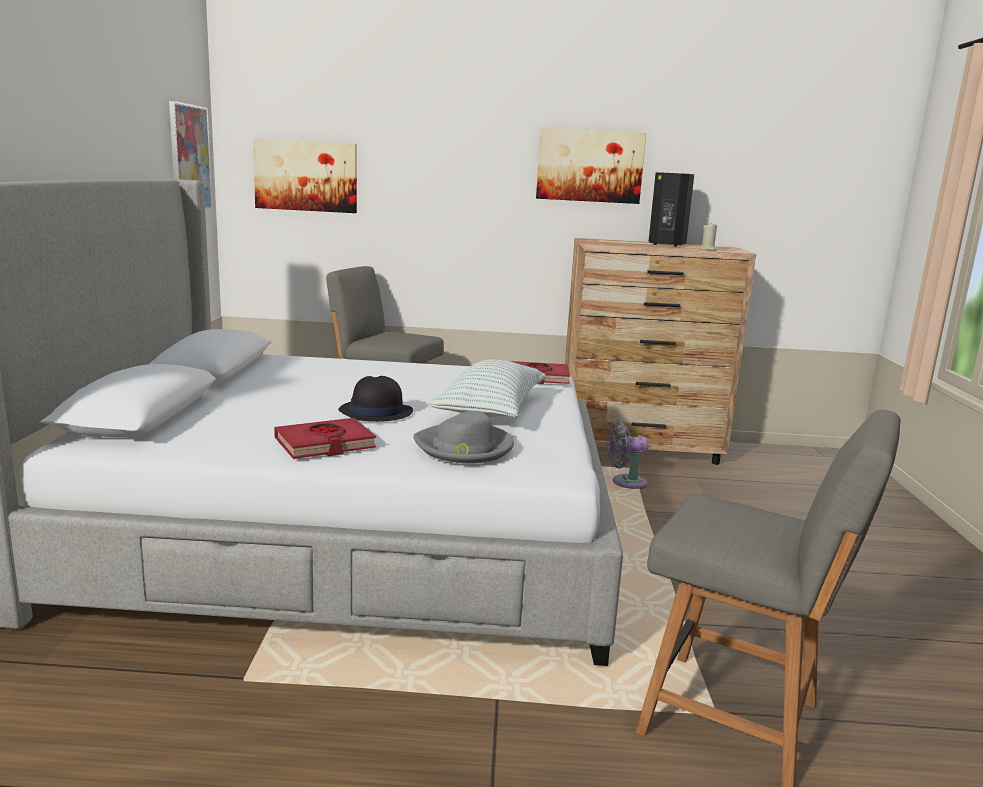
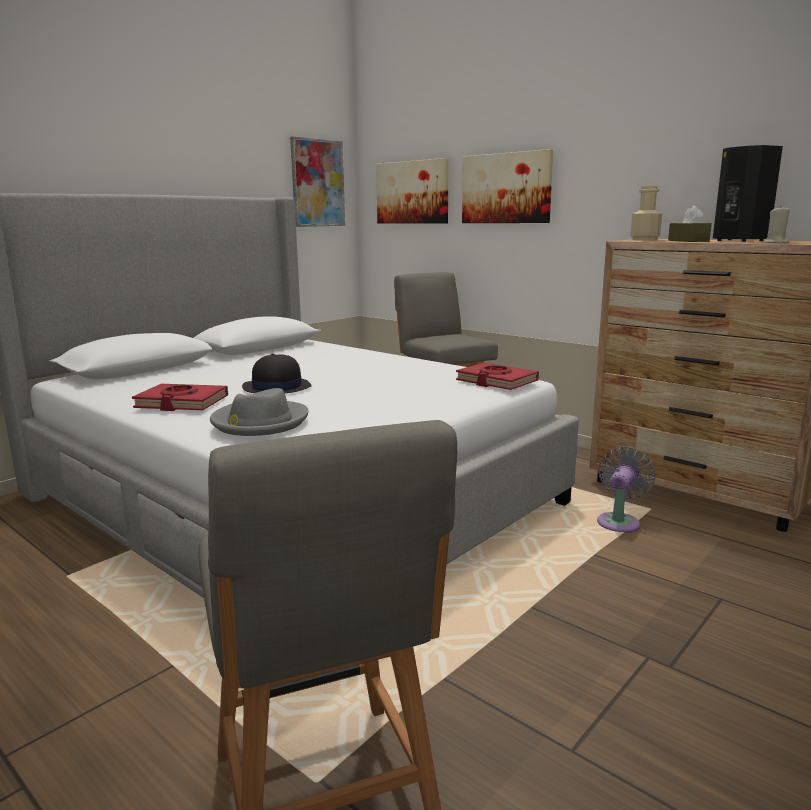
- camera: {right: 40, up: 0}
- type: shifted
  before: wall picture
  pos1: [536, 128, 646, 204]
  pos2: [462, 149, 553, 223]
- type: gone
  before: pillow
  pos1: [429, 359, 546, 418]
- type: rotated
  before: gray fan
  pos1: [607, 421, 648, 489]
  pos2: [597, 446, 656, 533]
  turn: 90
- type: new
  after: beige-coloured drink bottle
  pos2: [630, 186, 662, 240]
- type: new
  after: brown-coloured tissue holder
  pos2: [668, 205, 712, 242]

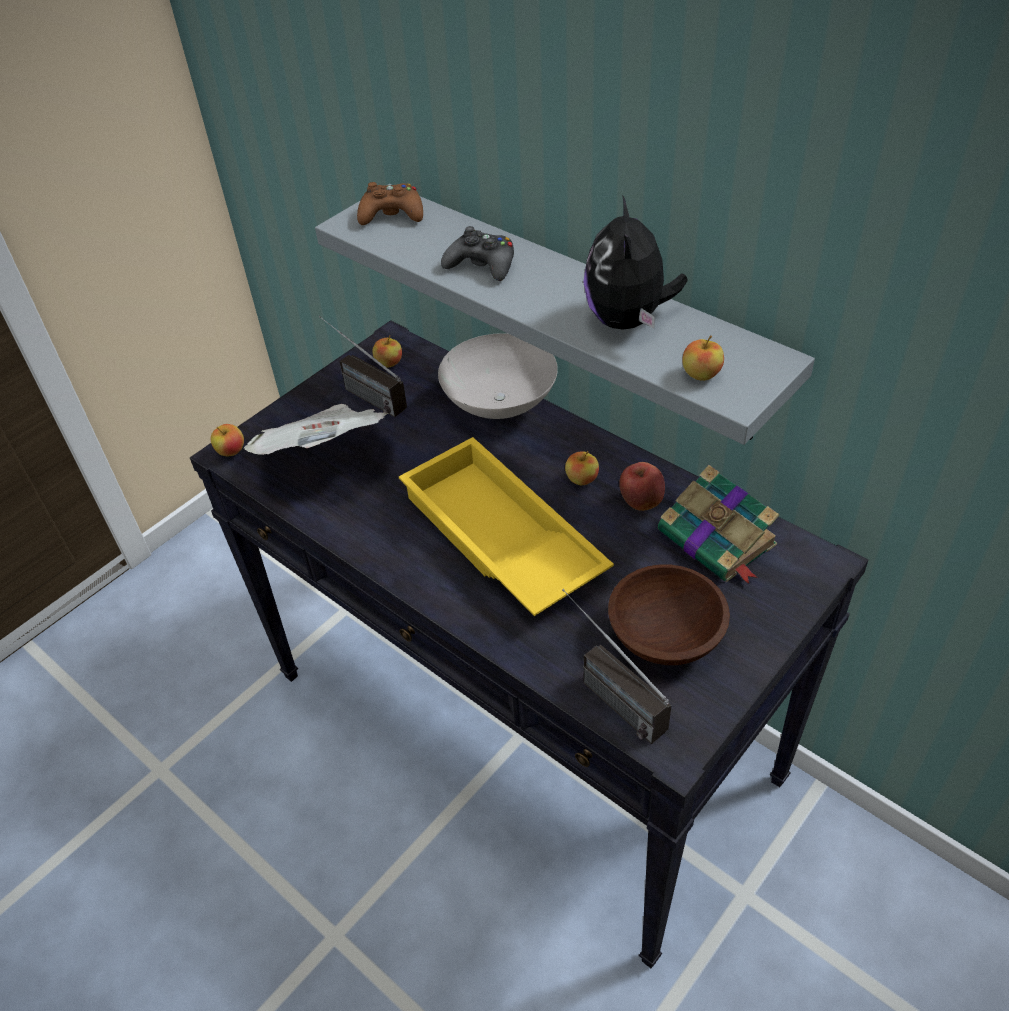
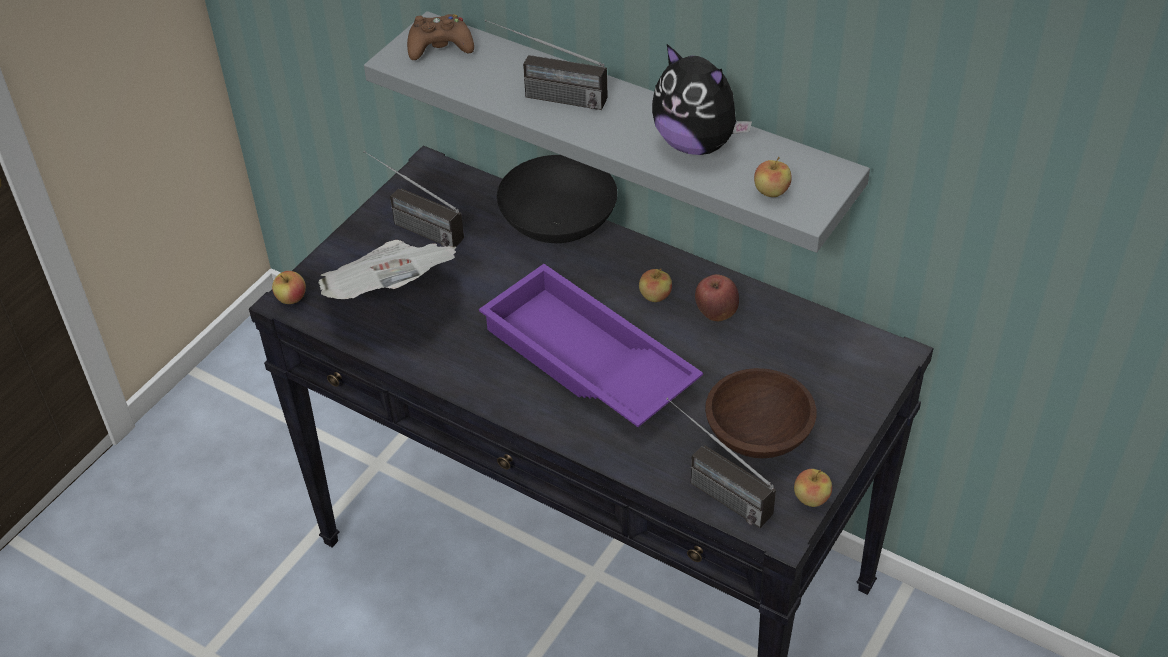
- camera: {right: -10, up: 0}
- type: rotated
  before: soft toy
  pos1: [583, 195, 687, 330]
  pos2: [652, 44, 752, 155]
  turn: -45
- type: swapped
  before: blackish game controller
  after: radio receiver
  pos1: [441, 226, 514, 281]
  pos2: [485, 19, 607, 110]
- type: repainted
  before: white bowl
  after: blackish bowl
  pos1: [438, 333, 558, 419]
  pos2: [497, 155, 618, 243]
- type: shifted
  before: whole apple
  pos1: [372, 335, 402, 368]
  pos2: [794, 469, 832, 507]
- type: repainted
  before: yellowish serving tray
  after: purple serving tray
  pos1: [399, 437, 614, 616]
  pos2: [479, 264, 703, 427]
- type: gone
  before: book
  pos1: [658, 465, 780, 584]

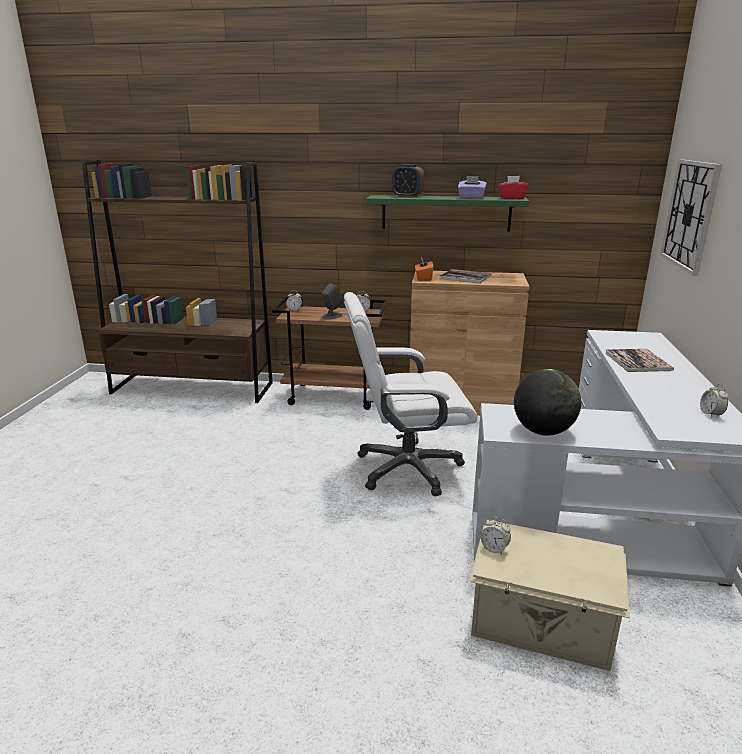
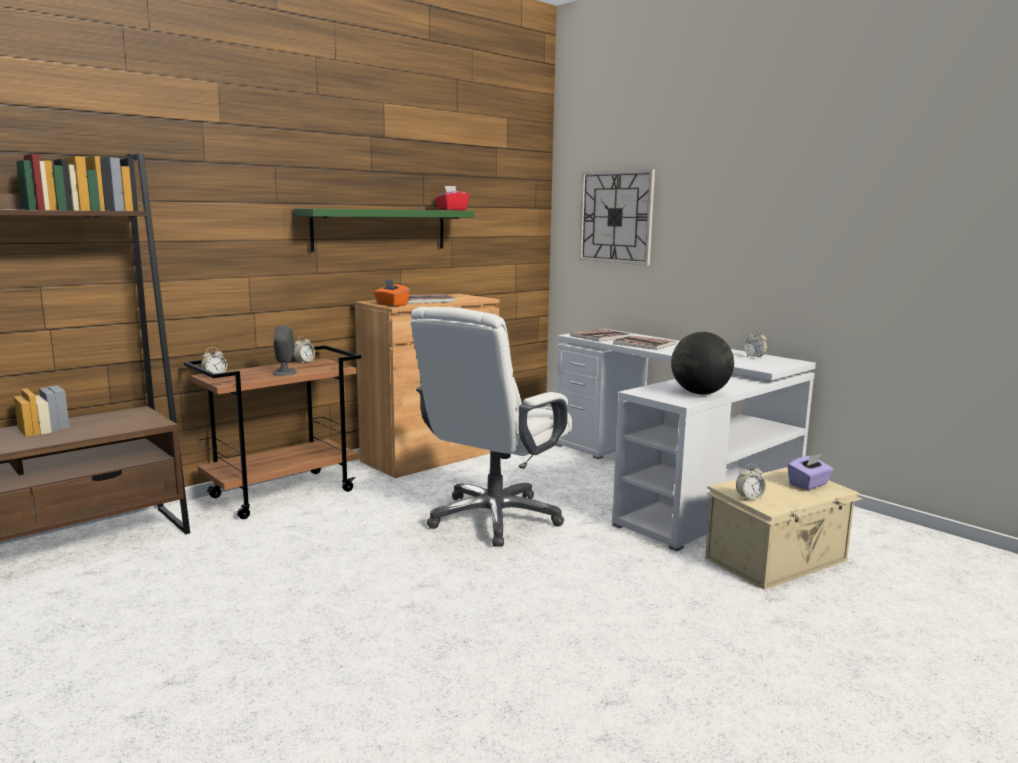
- camera: {right: -50, up: -10}
- type: gone
  before: bedside clock
  pos1: [392, 164, 424, 198]
- type: shifted
  before: purple tissue holder
  pos1: [458, 176, 487, 199]
  pos2: [788, 453, 834, 490]
- type: new
  after: book
  pos2: [570, 329, 631, 342]

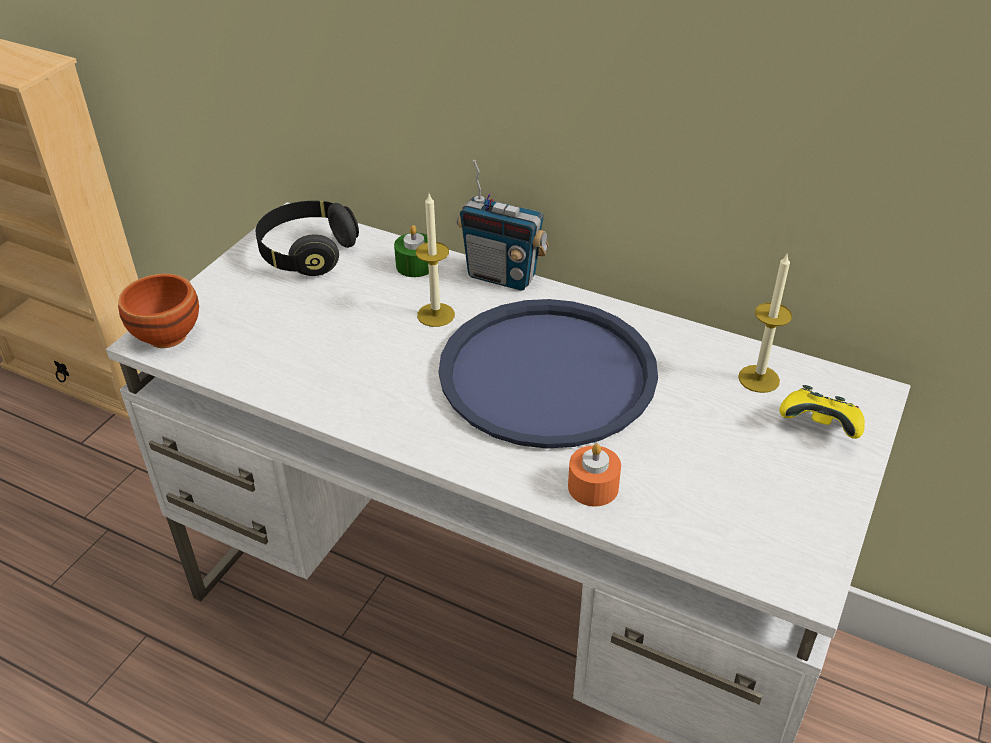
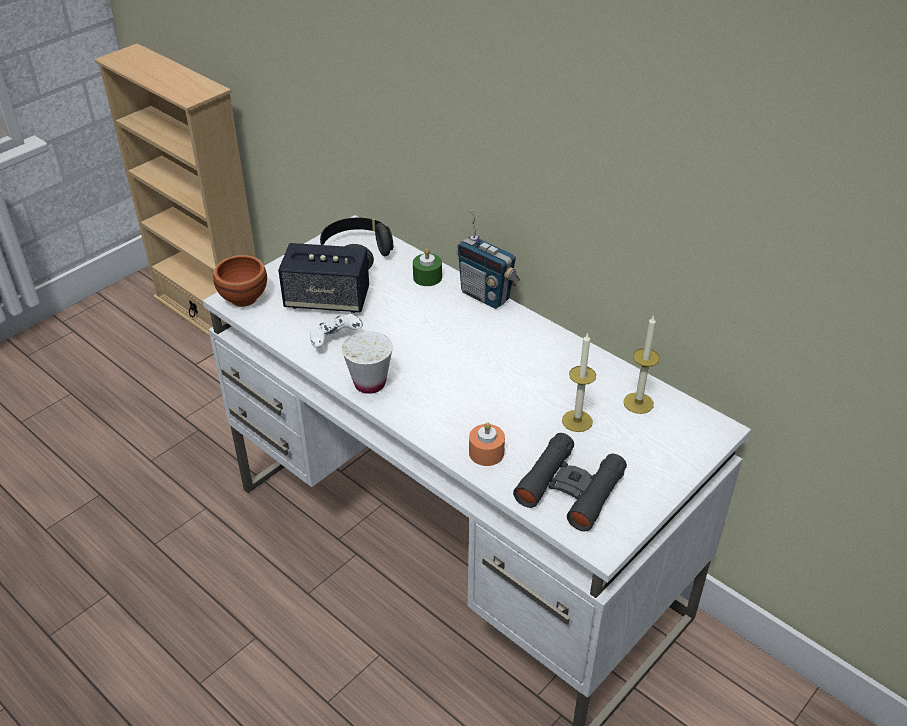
- camera: {right: 15, up: 0}
- type: shifted
  before: wax light
  pos1: [416, 194, 455, 327]
  pos2: [562, 332, 596, 432]
- type: gone
  before: blue serving tray
  pos1: [439, 299, 658, 449]
- type: gone
  before: yellowish game controller
  pos1: [780, 385, 865, 439]
- type: new
  after: audio speaker
  pos2: [278, 243, 369, 313]
- type: new
  after: white game controller
  pos2: [310, 313, 363, 348]
- type: new
  after: white cup
  pos2: [342, 331, 393, 394]
- type: new
  after: blackish field glasses
  pos2: [513, 433, 627, 531]

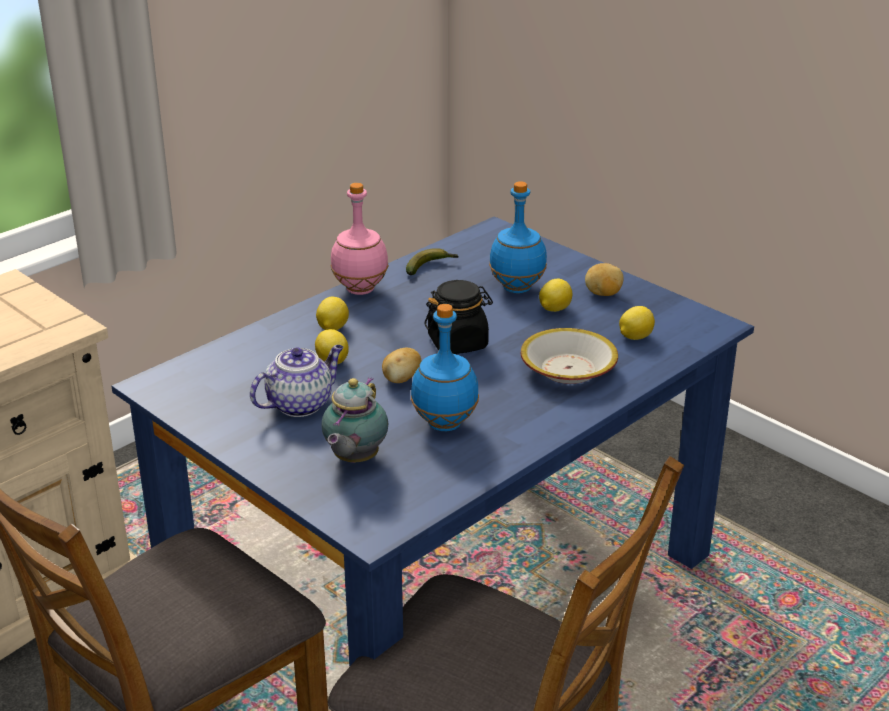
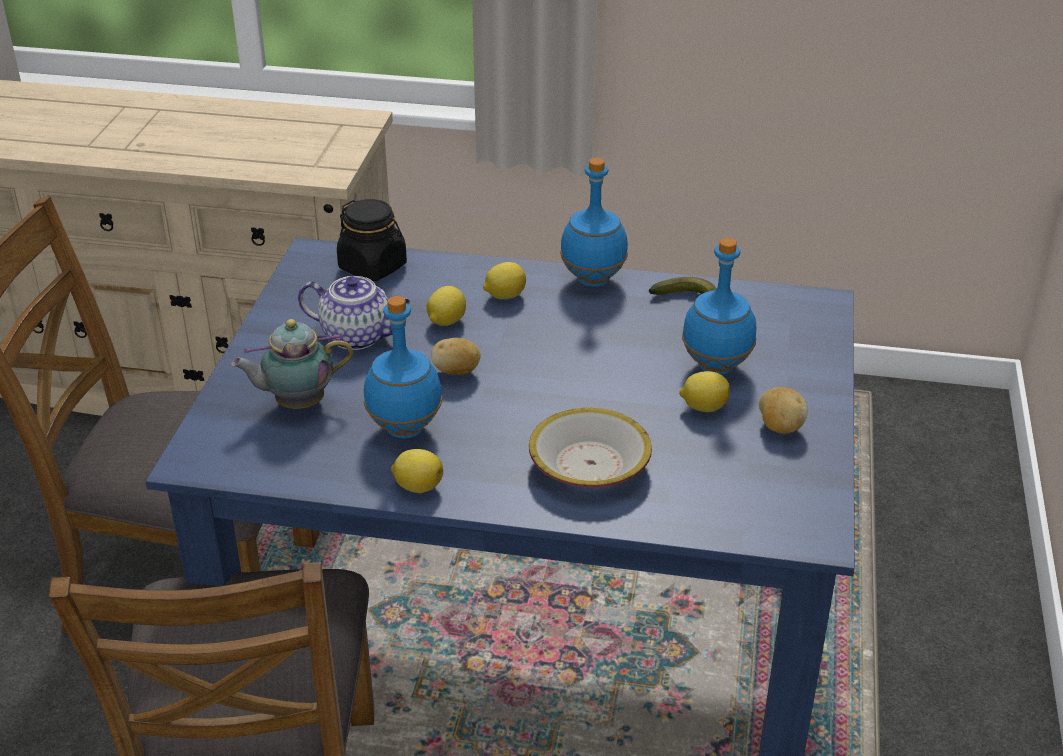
- camera: {right: 55, up: 5}
- type: repainted
  before: pink-coloured drink bottle
  after: blue drink bottle
  pos1: [331, 183, 389, 295]
  pos2: [560, 158, 628, 287]
- type: shifted
  before: blackish jar
  pos1: [424, 280, 493, 354]
  pos2: [337, 199, 407, 281]
- type: shifted
  before: whole lemon
  pos1: [619, 306, 655, 340]
  pos2: [391, 449, 443, 493]

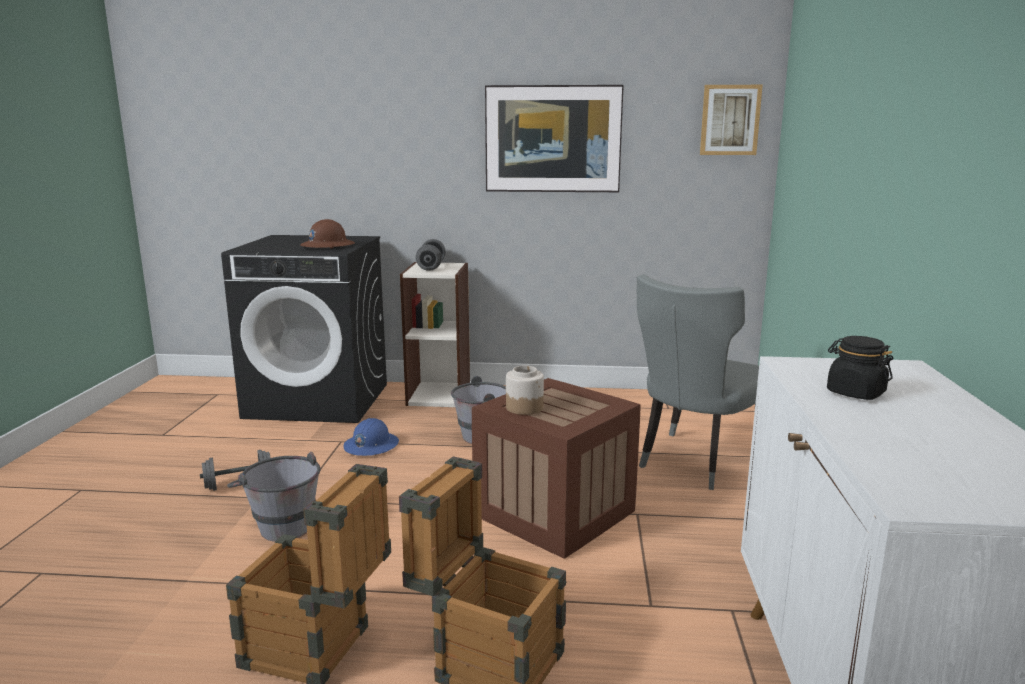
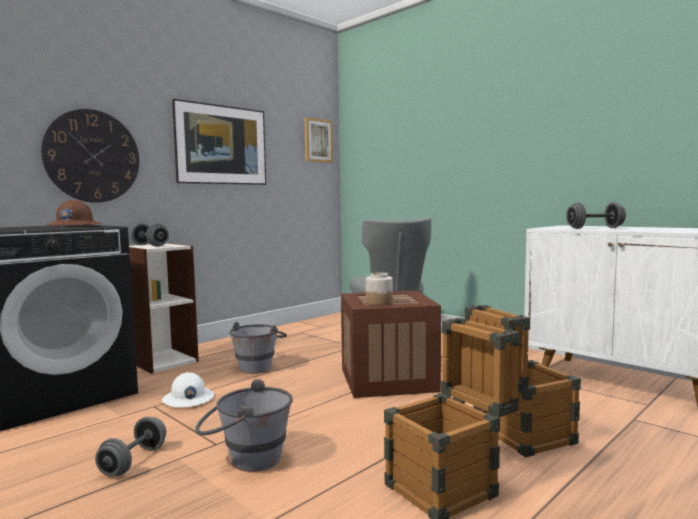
- camera: {right: -50, up: -10}
- type: swapped
  before: blackish jar
  after: gray hand weight
  pos1: [827, 336, 893, 400]
  pos2: [566, 202, 626, 229]
- type: repainted
  before: blue hard hat
  after: white hard hat
  pos1: [343, 418, 399, 456]
  pos2: [162, 372, 214, 407]
- type: new
  after: hanging clock
  pos2: [41, 109, 139, 203]

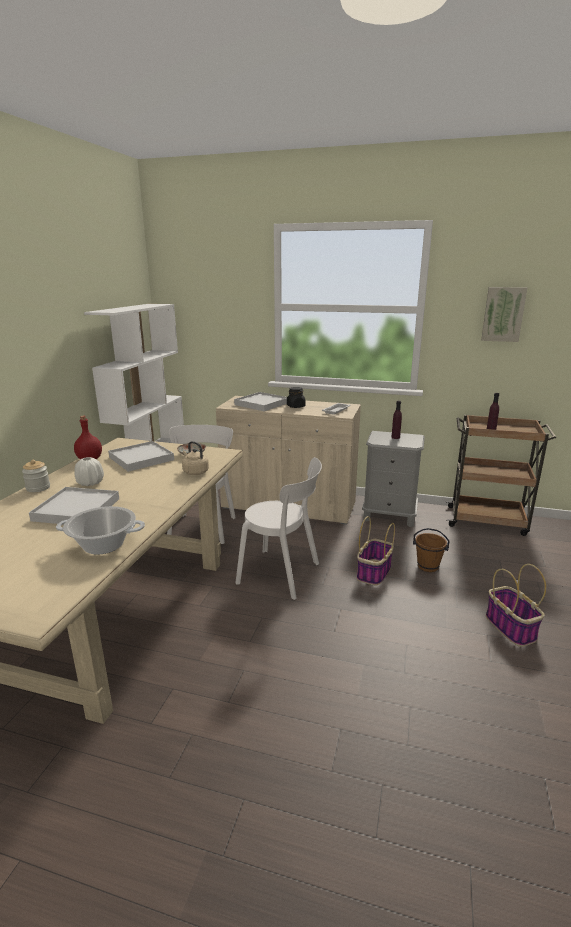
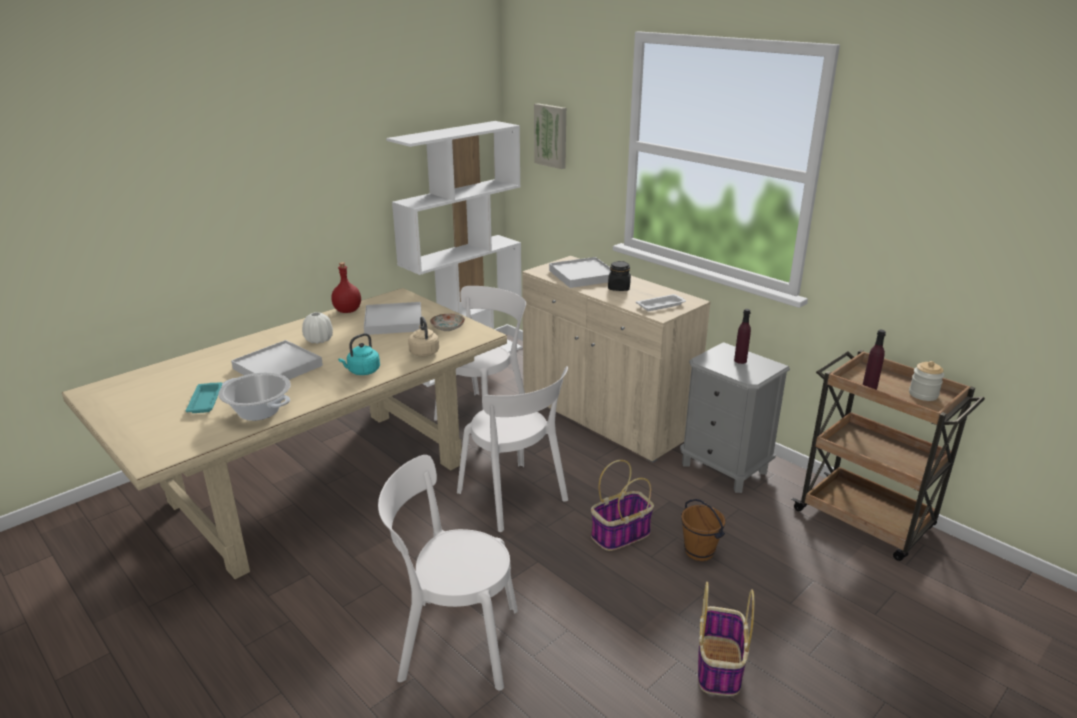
- camera: {right: 30, up: 5}
- type: shifted
  before: wall picture
  pos1: [481, 287, 527, 342]
  pos2: [534, 103, 566, 169]
- type: shifted
  before: jar
  pos1: [22, 460, 50, 492]
  pos2: [909, 361, 944, 401]
- type: new
  after: blue-green water kettle
  pos2: [338, 333, 380, 375]
- type: new
  after: blue-green serving tray
  pos2: [185, 382, 222, 413]
- type: new
  after: white chair
  pos2: [378, 455, 518, 691]

